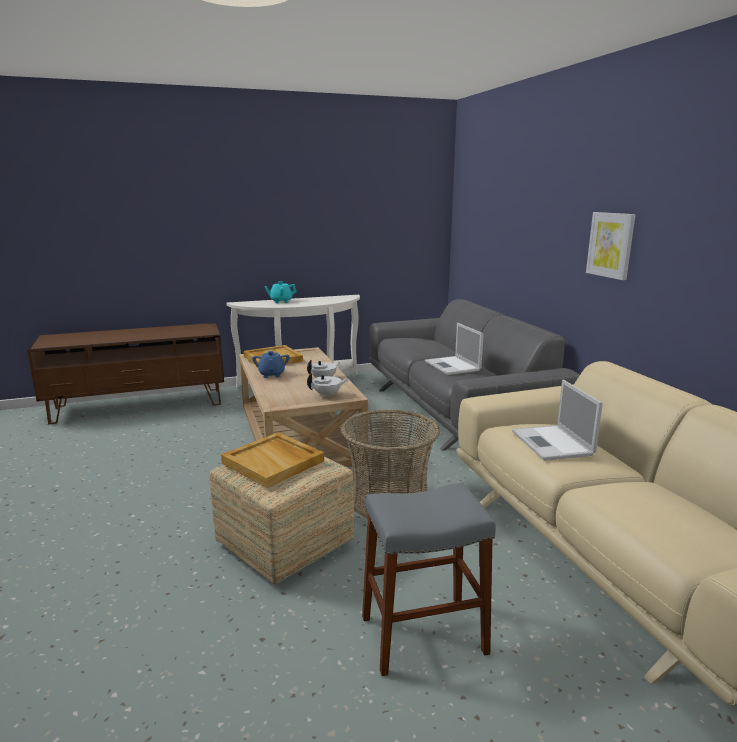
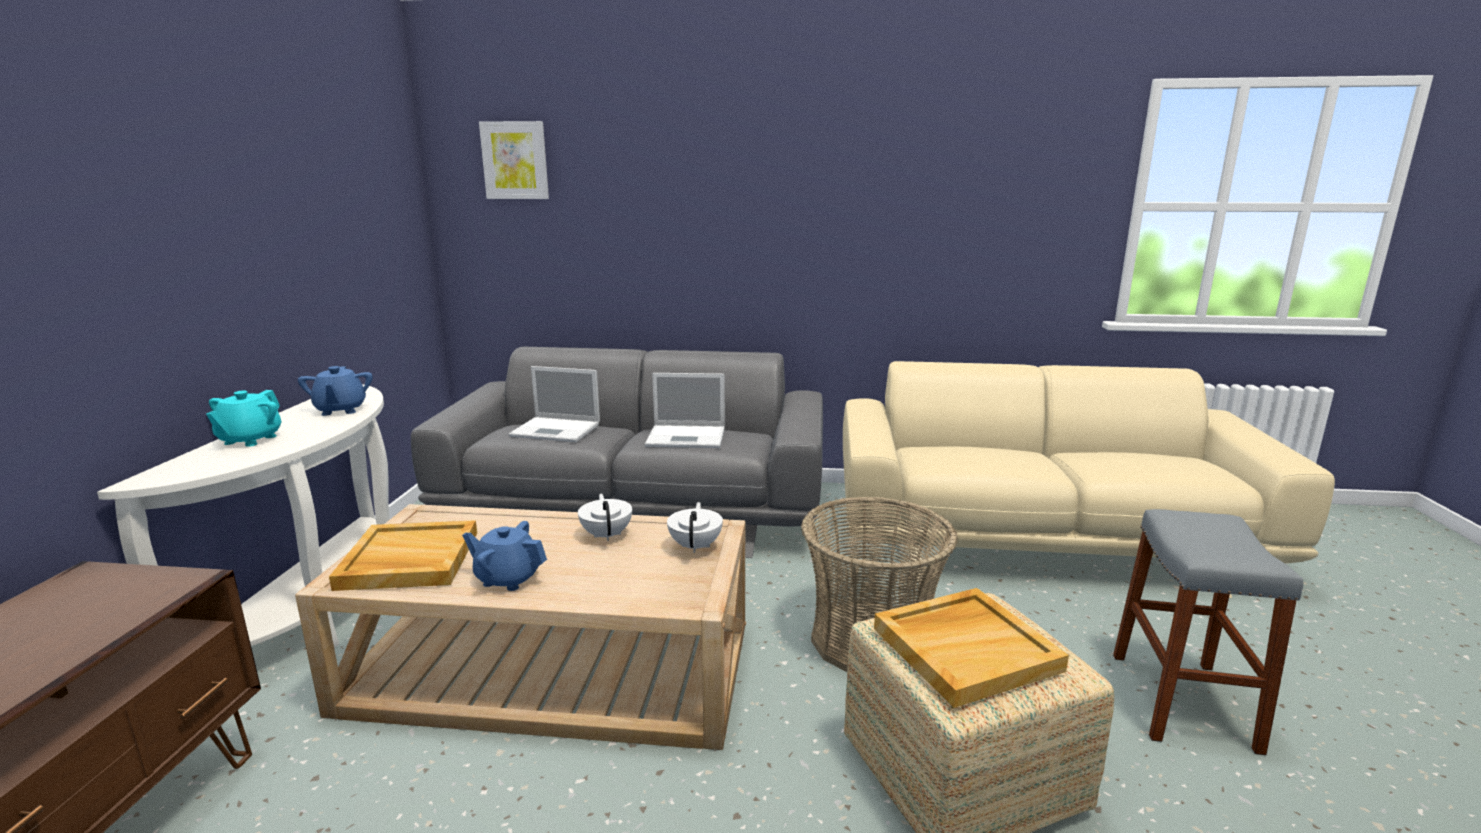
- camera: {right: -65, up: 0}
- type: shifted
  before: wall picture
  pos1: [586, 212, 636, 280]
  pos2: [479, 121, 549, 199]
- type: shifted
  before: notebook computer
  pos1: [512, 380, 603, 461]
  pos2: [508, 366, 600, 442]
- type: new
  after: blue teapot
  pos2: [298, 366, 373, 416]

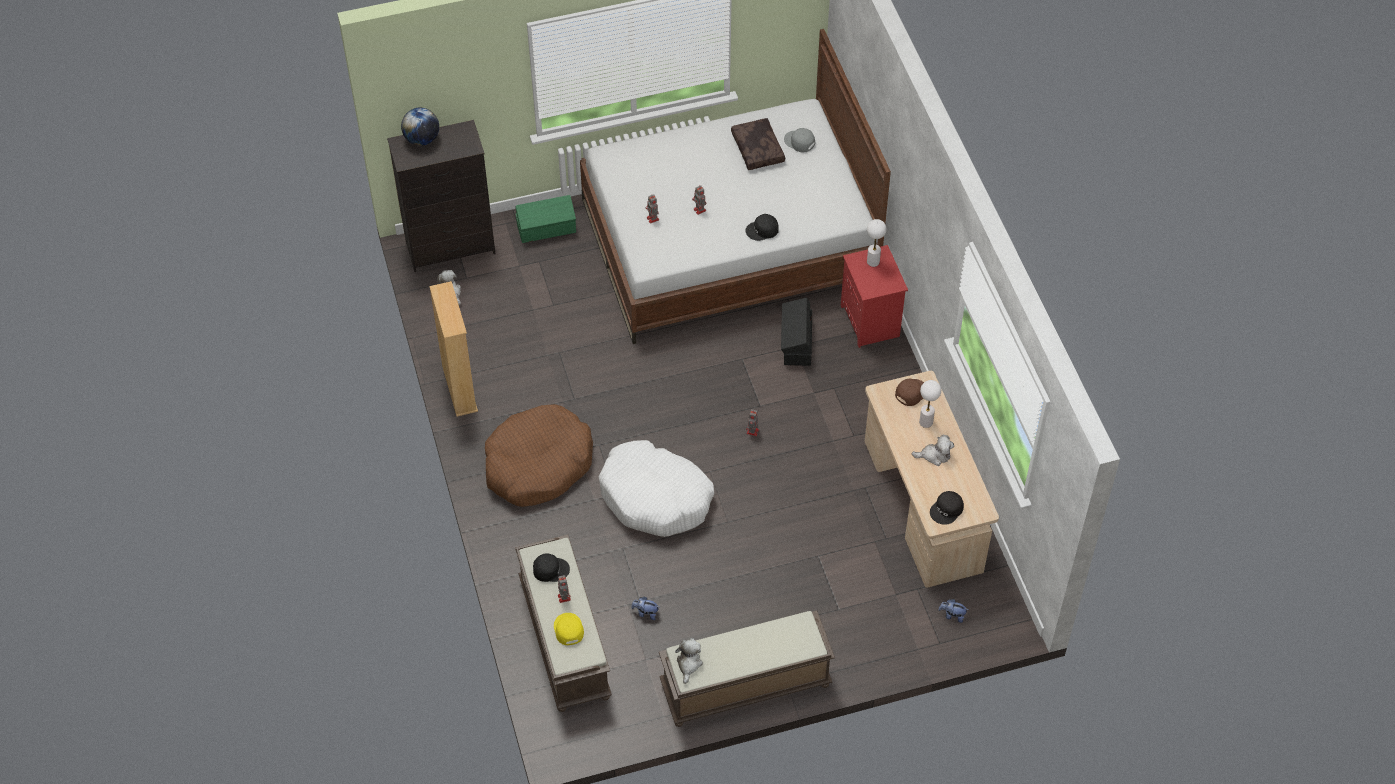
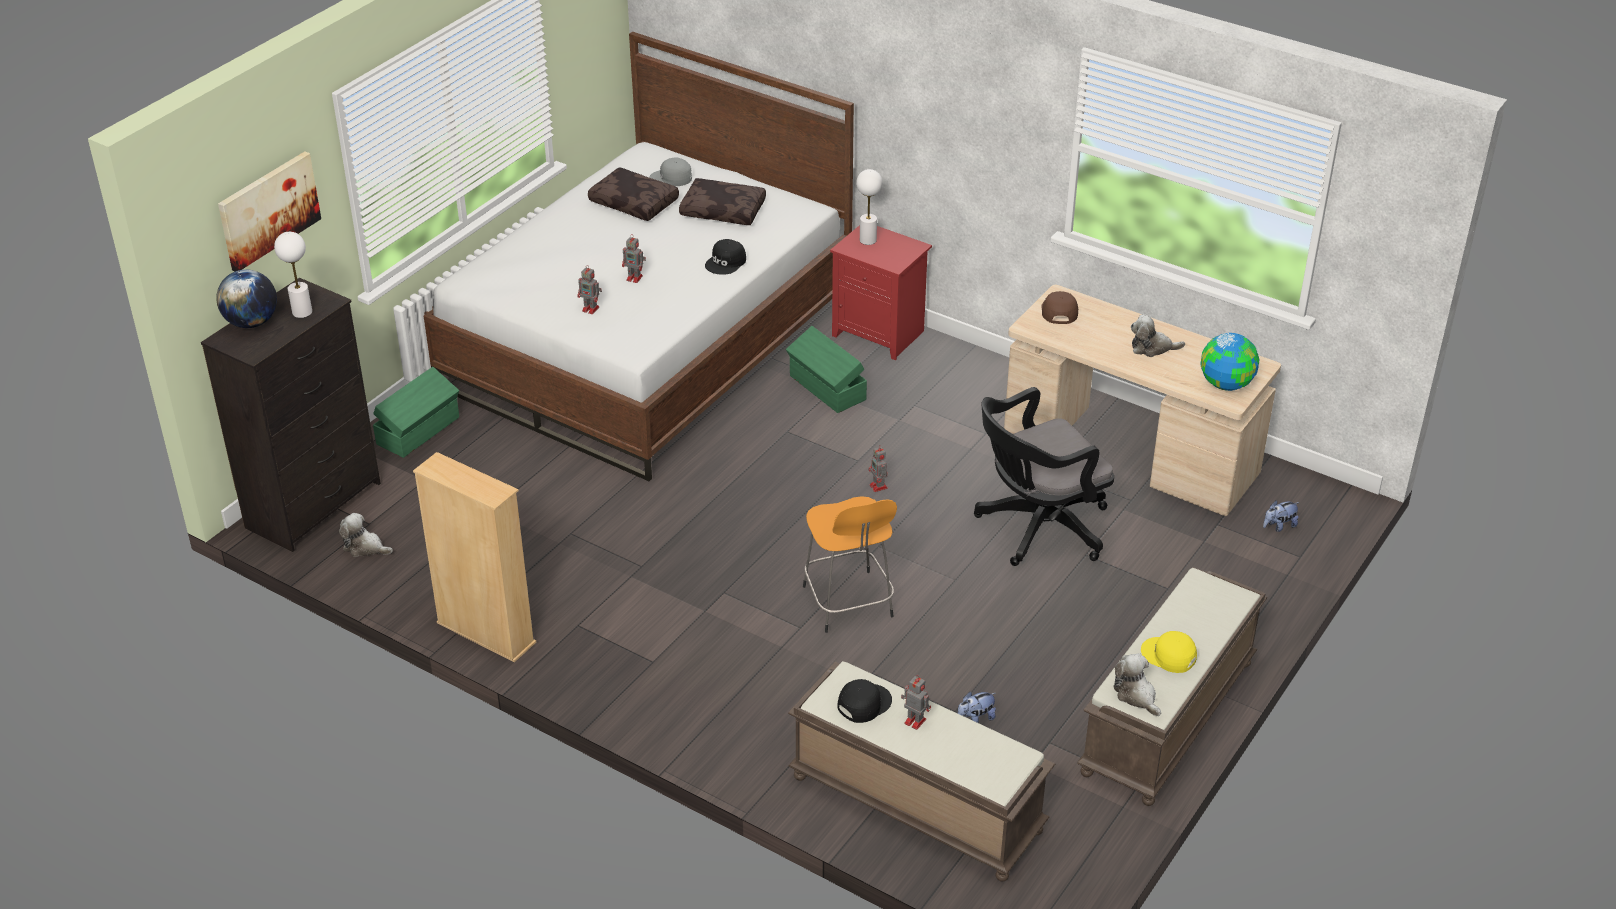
- camera: {right: -40, up: -15}
- type: repainted
  before: blackish storage bin
  after: green storage bin
  pos1: [781, 298, 812, 366]
  pos2: [786, 326, 867, 413]
- type: shifted
  before: white tabletop lamp
  pos1: [919, 380, 941, 428]
  pos2: [274, 232, 312, 318]
- type: gone
  before: brown-coloured dog cushion
  pos1: [485, 404, 593, 507]
- type: rotated
  before: soft toy
  pos1: [912, 435, 954, 466]
  pos2: [1131, 314, 1185, 357]
  turn: -135
- type: swapped
  before: white dog cushion
  after: orangey stool
  pos1: [598, 440, 714, 537]
  pos2: [803, 496, 897, 633]
- type: swapped
  before: blackish peaked cap
  after: desk globe
  pos1: [930, 491, 964, 525]
  pos2: [1200, 333, 1259, 391]
- type: shifted
  before: yellowish peaked cap
  pos1: [554, 613, 584, 645]
  pos2: [1141, 631, 1197, 673]
- type: new
  after: wall picture
  pos2: [218, 152, 321, 272]
- type: new
  after: brown-coloured pillow
  pos2: [679, 178, 766, 225]
- type: new
  after: blackish desk chair
  pos2: [974, 387, 1114, 566]

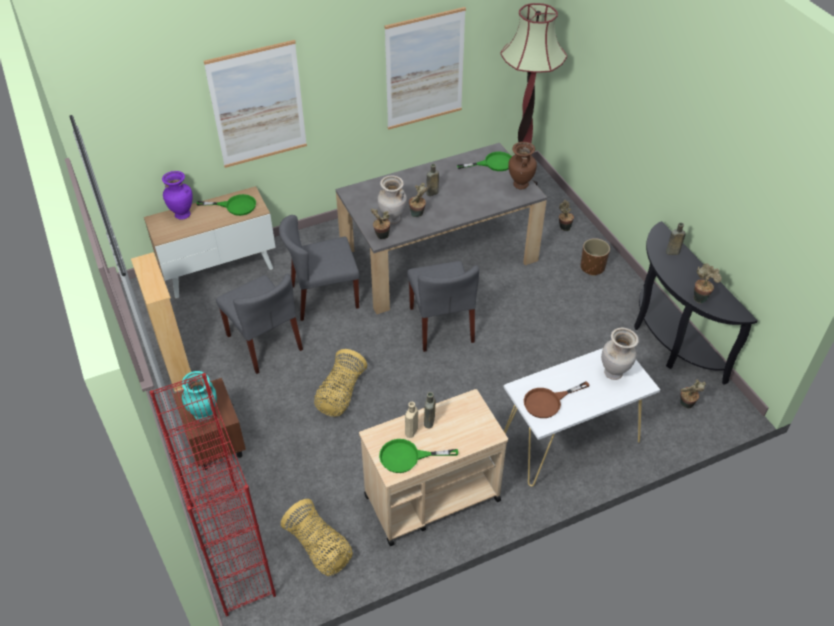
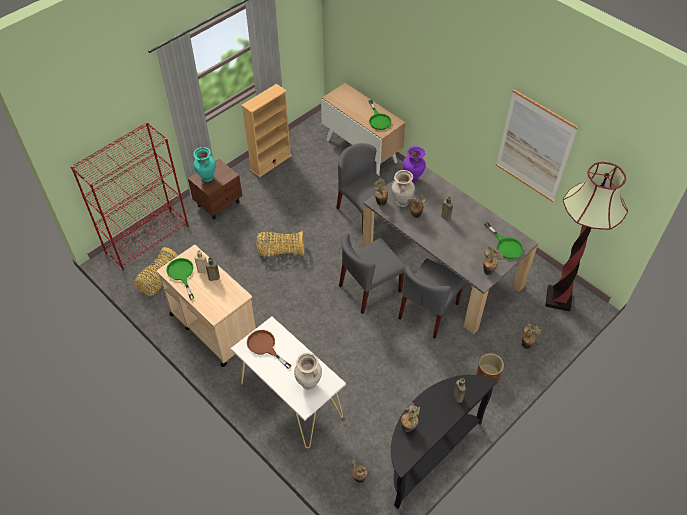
- camera: {right: 70, up: 5}
- type: gone
  before: wall picture
  pos1: [204, 40, 307, 168]
- type: swapped
  before: brown-coloured decorative vase
  after: plant in a pot
  pos1: [508, 142, 537, 189]
  pos2: [483, 246, 503, 276]
- type: shifted
  before: purple decorative vase
  pos1: [162, 171, 193, 220]
  pos2: [403, 146, 426, 183]
- type: shifted
  before: gray chair
  pos1: [216, 274, 303, 374]
  pos2: [398, 259, 466, 339]

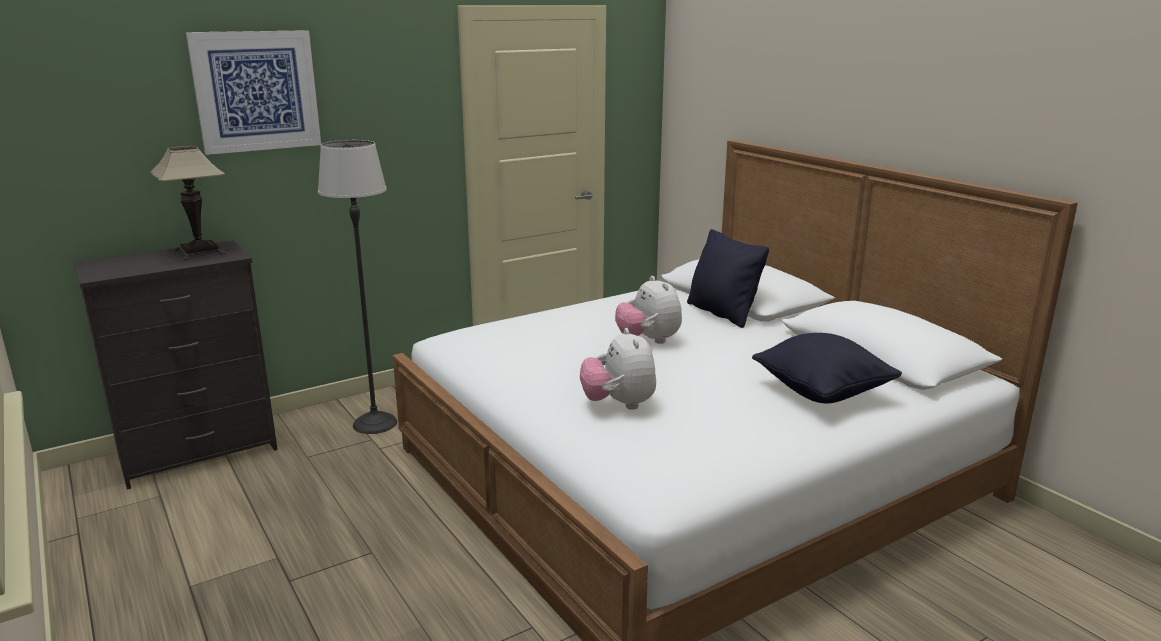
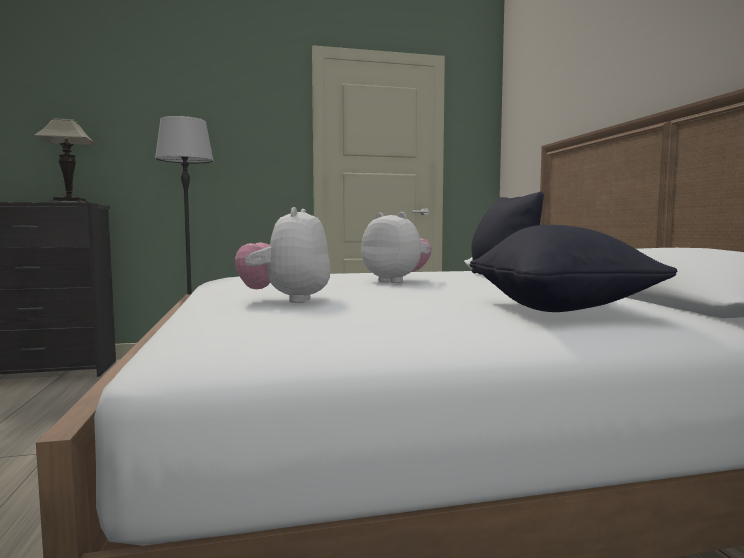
- camera: {right: 20, up: -15}
- type: gone
  before: wall picture
  pos1: [186, 30, 321, 155]
- type: rotated
  before: soft toy
  pos1: [615, 276, 682, 344]
  pos2: [361, 212, 432, 283]
  turn: 135

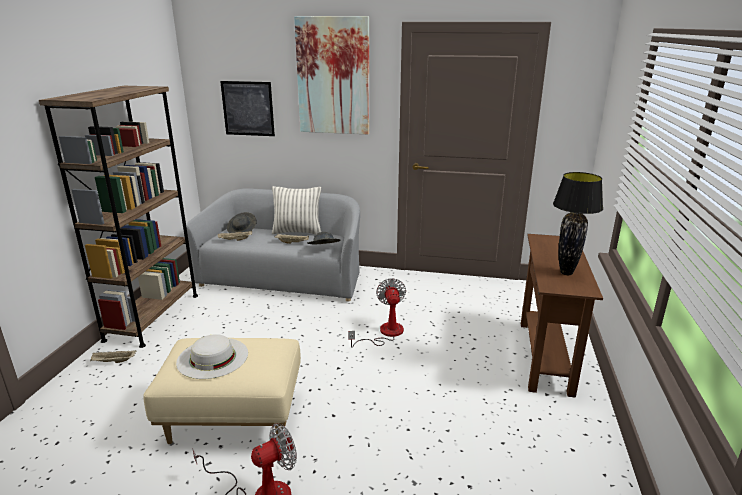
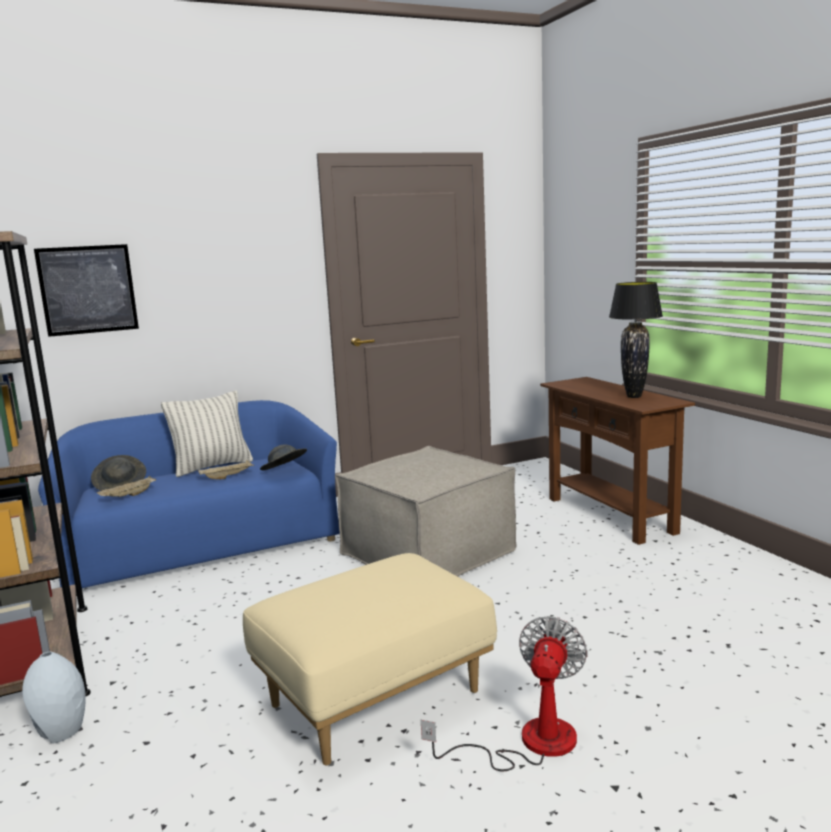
- camera: {right: -35, up: -10}
- type: gone
  before: wall picture
  pos1: [294, 16, 369, 134]
- type: repainted
  before: gray sofa
  after: blue sofa
  pos1: [186, 188, 360, 302]
  pos2: [38, 400, 340, 588]
- type: swapped
  before: fan
  after: beige-coloured pouffe
  pos1: [348, 278, 406, 348]
  pos2: [335, 446, 516, 577]
- type: gone
  before: white wearable hat
  pos1: [176, 334, 248, 379]
- type: swapped
  before: beige-coloured serving tray
  after: gray decorative vase
  pos1: [90, 350, 136, 363]
  pos2: [22, 652, 86, 743]

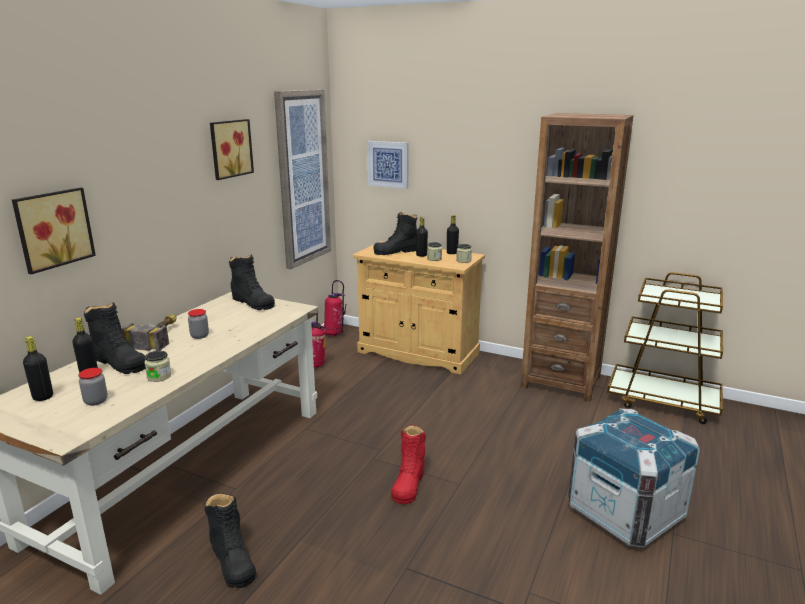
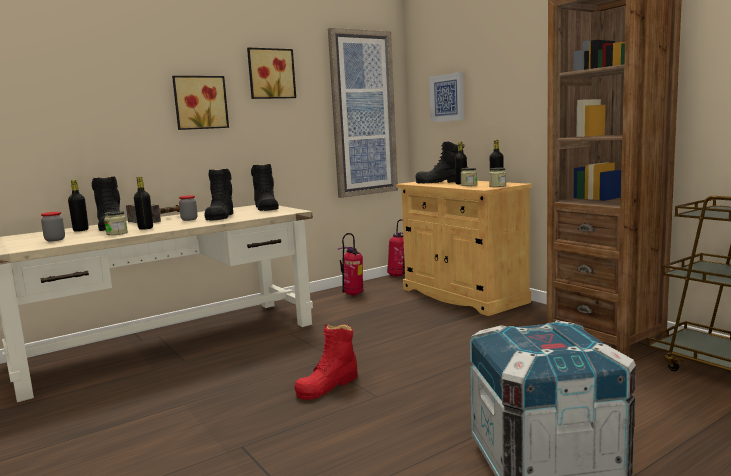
- camera: {right: 30, up: -10}
- type: shifted
  before: wall picture
  pos1: [12, 187, 96, 274]
  pos2: [172, 76, 229, 130]
- type: shifted
  before: blackish drink bottle
  pos1: [23, 336, 53, 401]
  pos2: [134, 177, 153, 230]
- type: shifted
  before: blackish boot
  pos1: [205, 493, 256, 588]
  pos2: [204, 169, 233, 220]

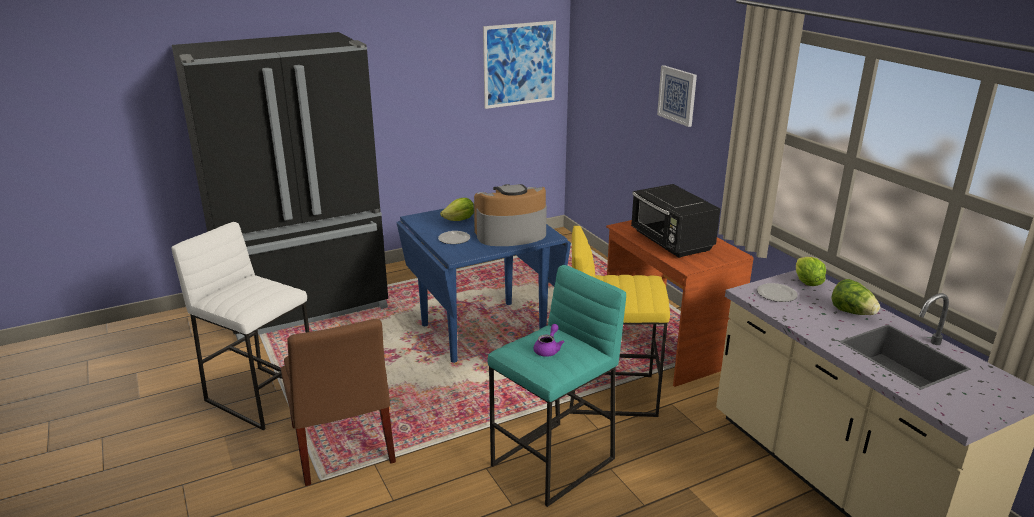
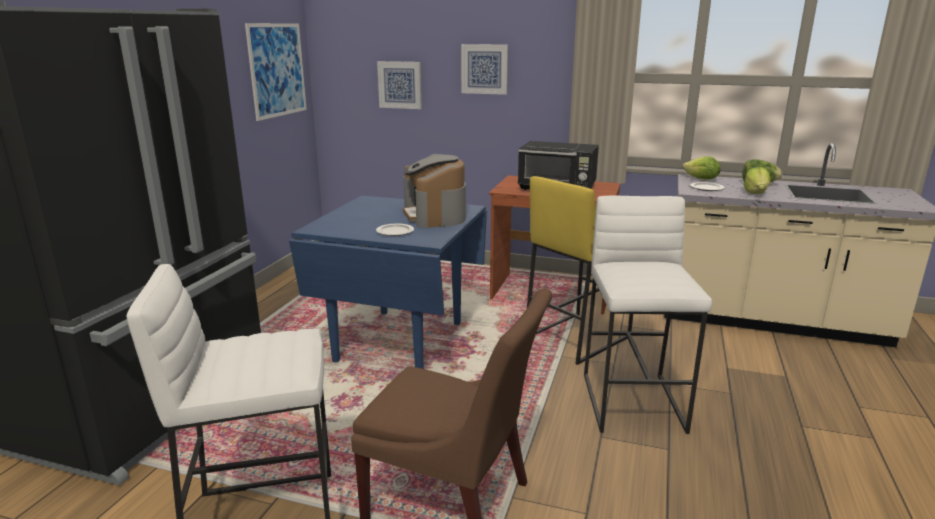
- camera: {right: -45, up: -5}
- type: rotated
  before: coffee machine
  pos1: [474, 184, 547, 246]
  pos2: [403, 154, 466, 228]
  turn: -45
- type: shifted
  before: lettuce
  pos1: [440, 198, 474, 221]
  pos2: [743, 167, 771, 194]
- type: repainted
  before: blue-green stool
  after: white stool
  pos1: [487, 265, 626, 507]
  pos2: [584, 196, 712, 434]
- type: gone
  before: purple teapot
  pos1: [534, 324, 564, 357]
- type: new
  after: wall picture
  pos2: [377, 61, 422, 109]

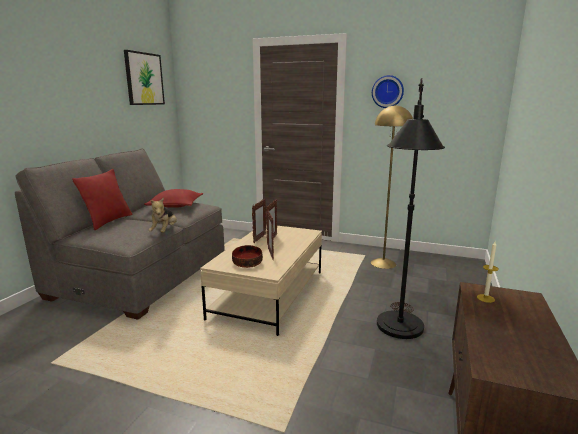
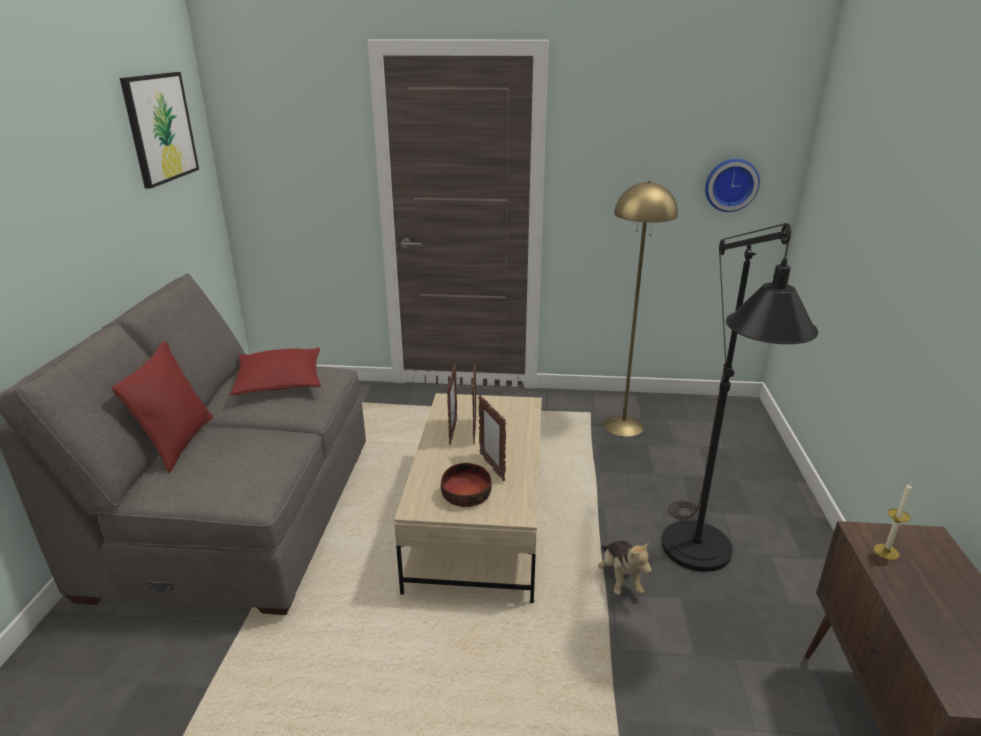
- camera: {right: -15, up: 10}
- type: shifted
  before: hanging clock
  pos1: [372, 75, 404, 108]
  pos2: [705, 159, 760, 212]
- type: shifted
  before: soft toy
  pos1: [149, 197, 177, 233]
  pos2: [598, 540, 652, 595]

